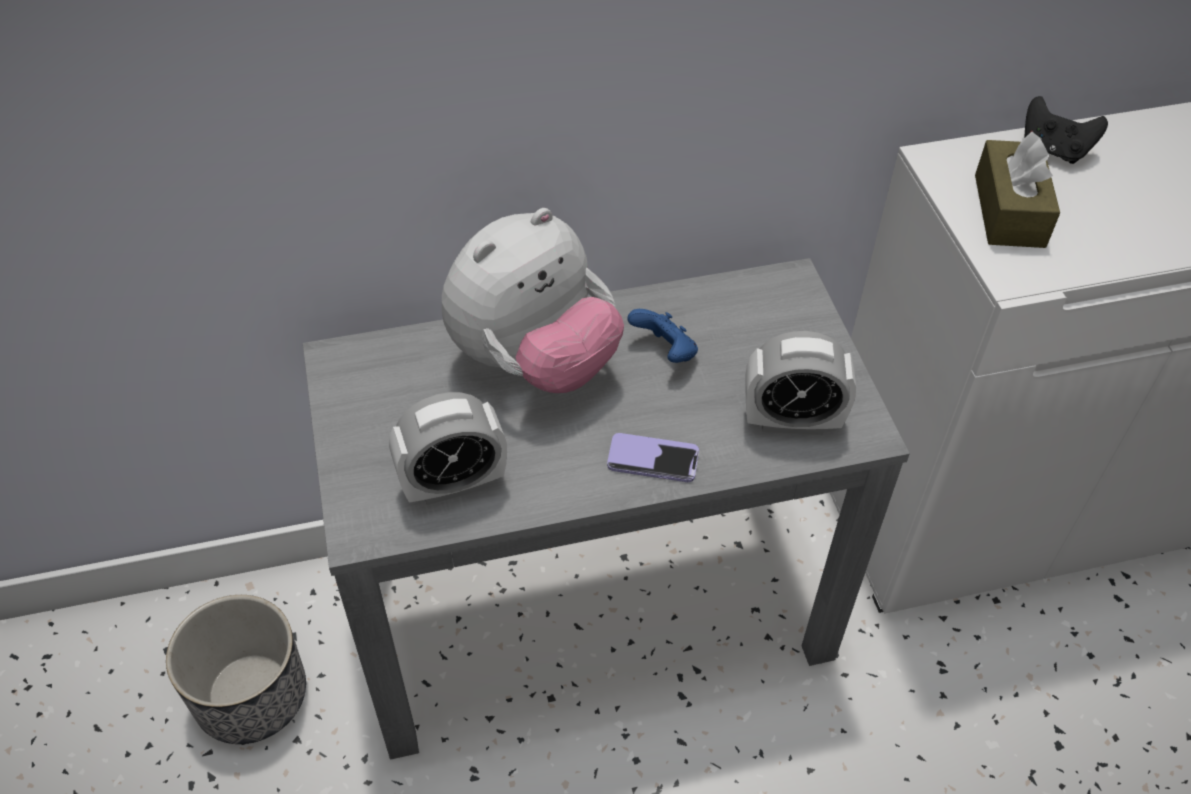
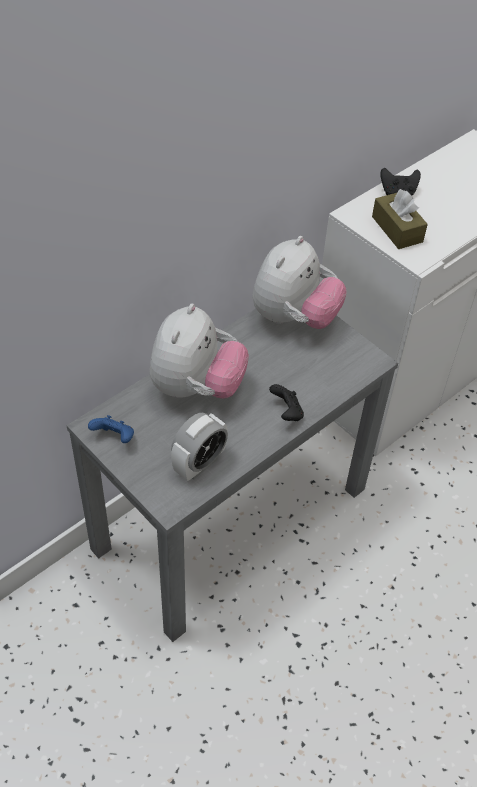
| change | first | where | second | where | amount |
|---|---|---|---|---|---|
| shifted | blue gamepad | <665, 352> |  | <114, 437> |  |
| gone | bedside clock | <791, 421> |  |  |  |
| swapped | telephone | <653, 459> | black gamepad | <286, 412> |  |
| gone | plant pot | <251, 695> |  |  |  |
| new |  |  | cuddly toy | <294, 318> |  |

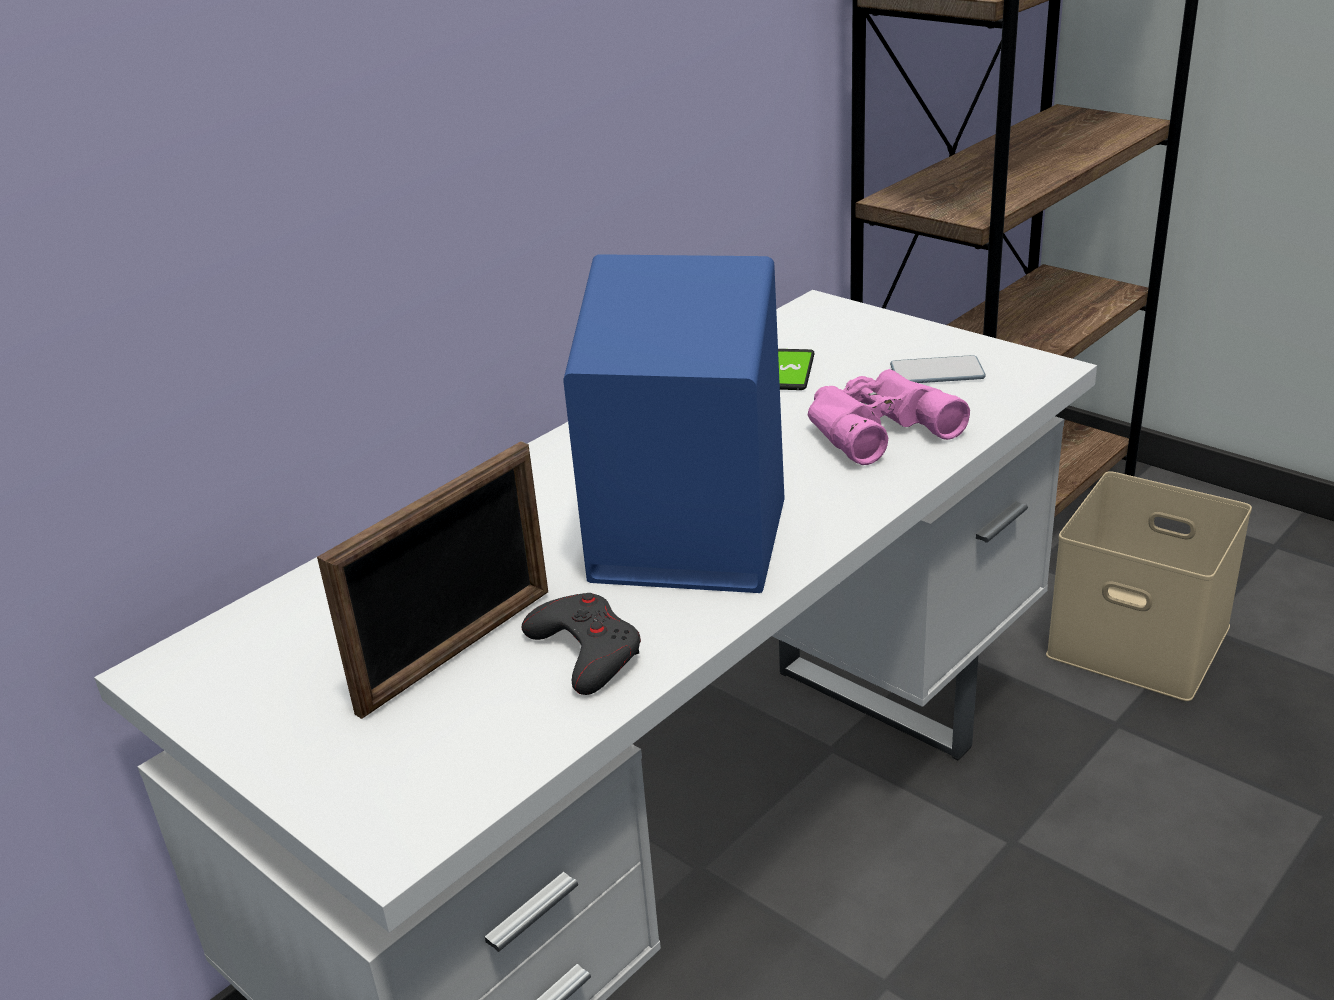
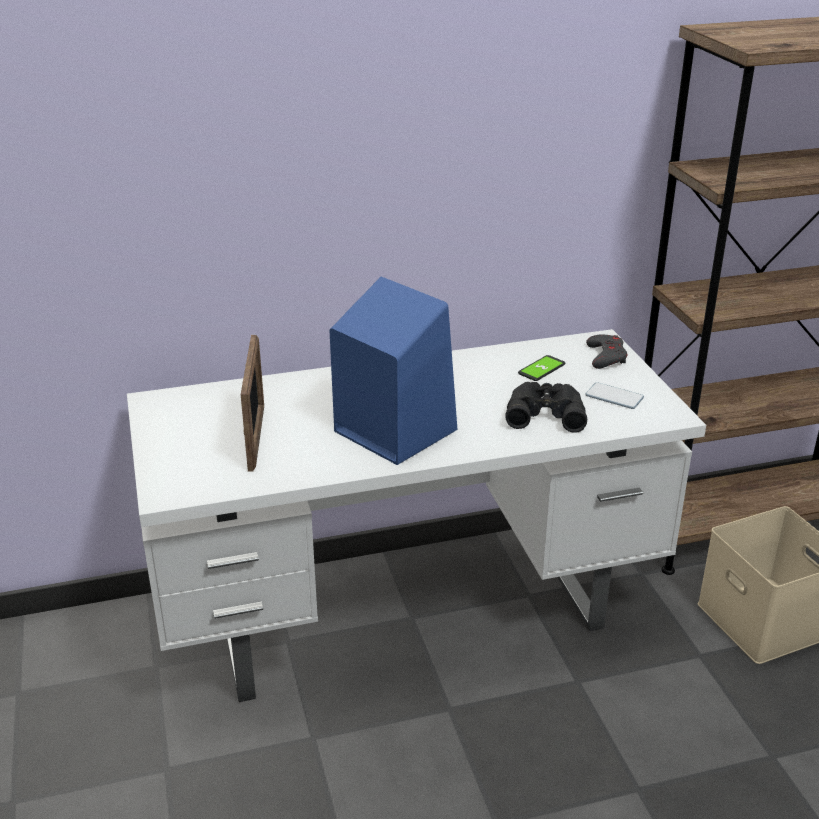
| change | first | where | second | where | amount |
|---|---|---|---|---|---|
| repainted | pink-coloured field glasses | <874, 426> | black field glasses | <545, 412> |  |
| rotated | photo frame | <458, 650> |  | <256, 437> | 75 degrees counterclockwise |
| shifted | gray gamepad | <586, 650> |  | <606, 356> |  |

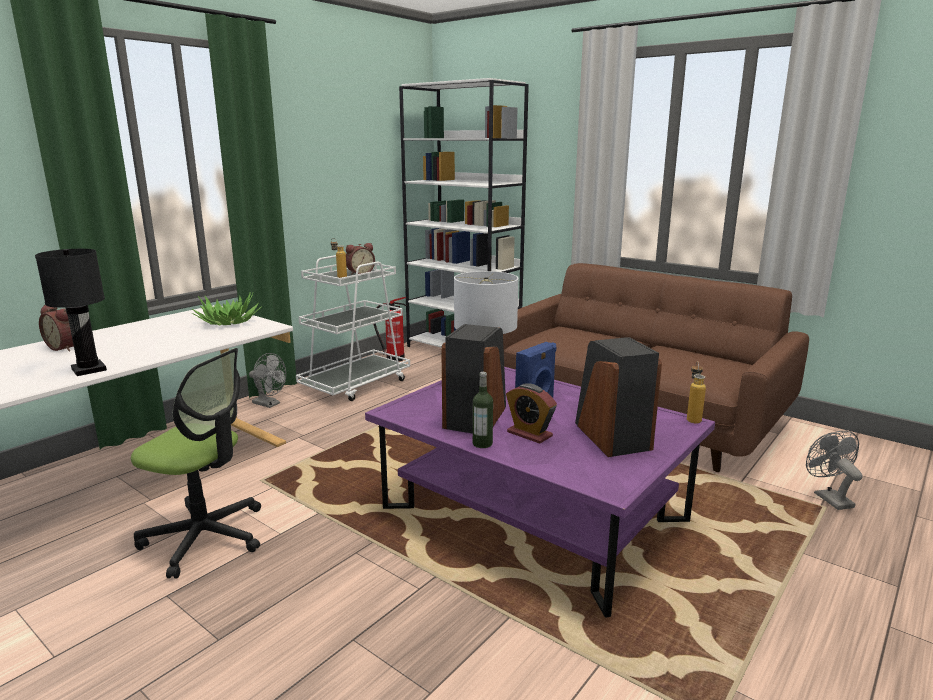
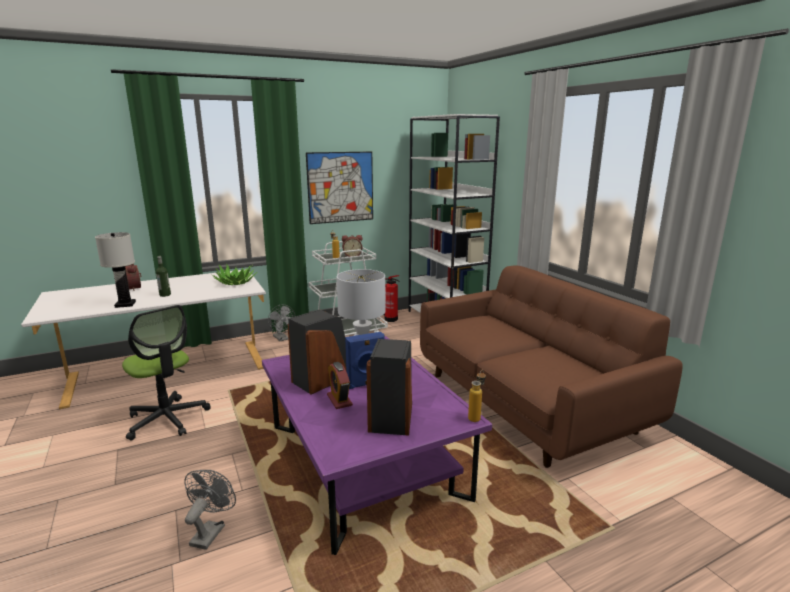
| change | first | where | second | where | amount |
|---|---|---|---|---|---|
| repainted | black tabletop lamp | <89, 369> | whitish tabletop lamp | <125, 304> |  |
| shifted | bottle | <482, 444> |  | <165, 295> |  |
| shifted | gray cooling fan | <828, 497> |  | <210, 531> |  |
| new |  |  | wall picture | <340, 187> |  |

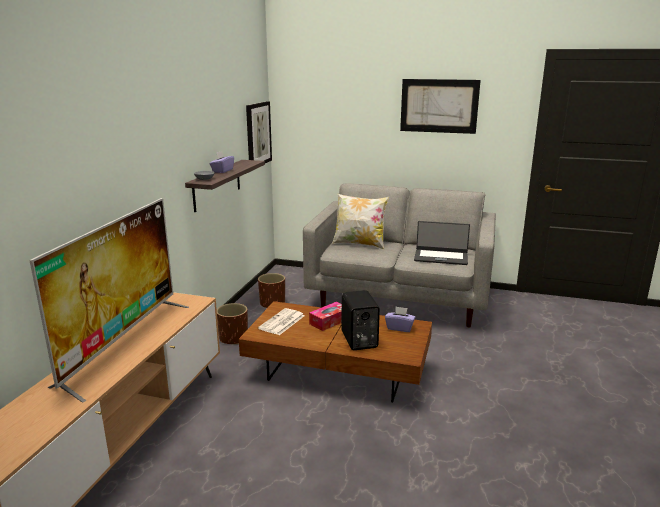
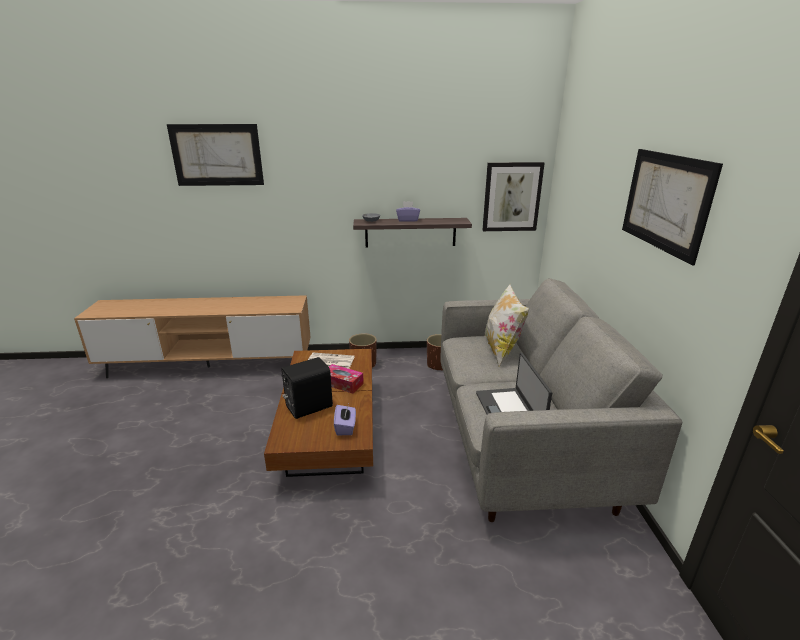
| change | first | where | second | where | amount |
|---|---|---|---|---|---|
| gone | TV | <123, 344> |  |  |  |
| new |  |  | wall picture | <217, 155> |  |

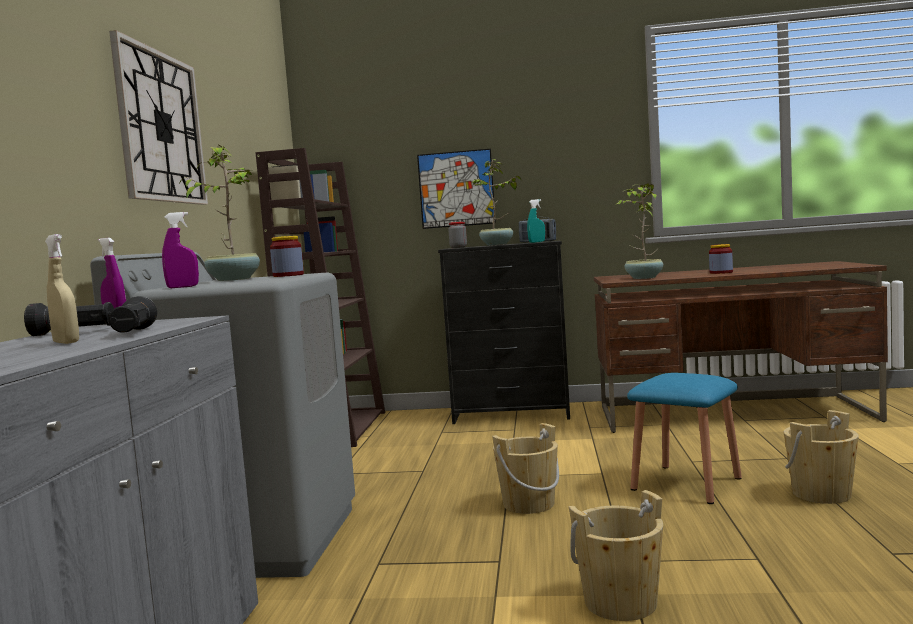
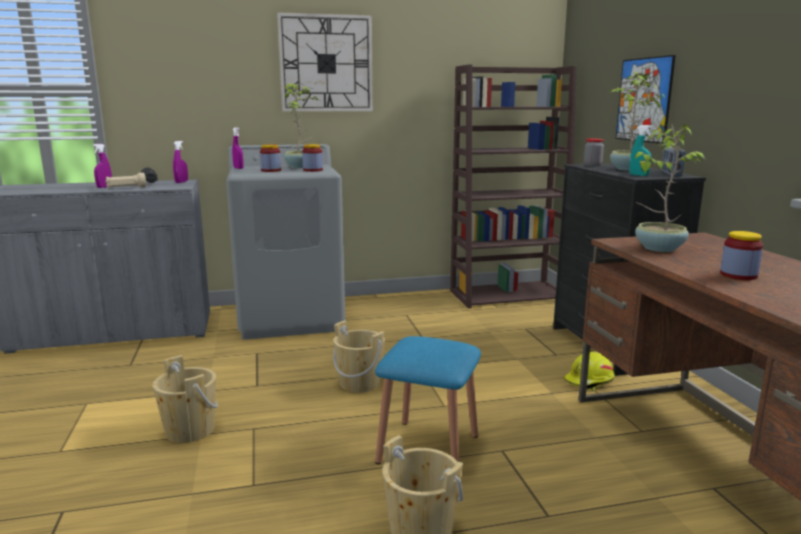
| change | first | where | second | where | amount |
|---|---|---|---|---|---|
| repainted | beige spray bottle | <66, 342> | purplish spray bottle | <104, 187> |  |
| repainted | black torch | <133, 332> | beige torch | <126, 188> |  |
| new |  |  | preserve jar | <271, 170> |  |
| new |  |  | yellowish work helmet | <589, 381> |  |

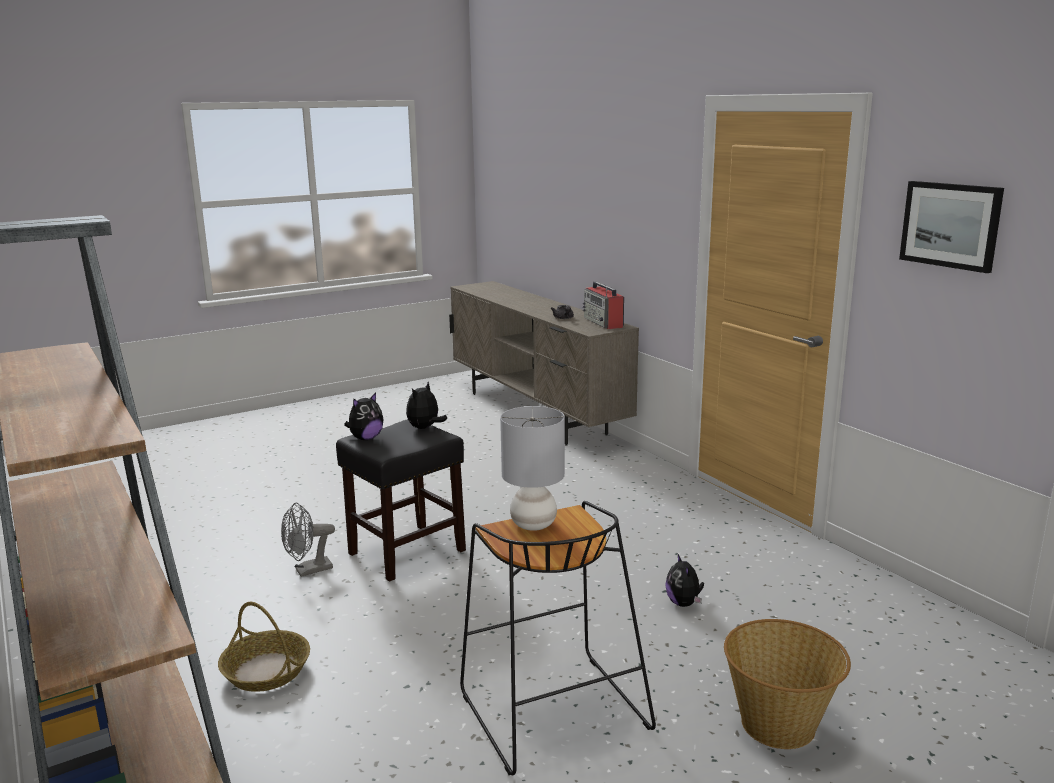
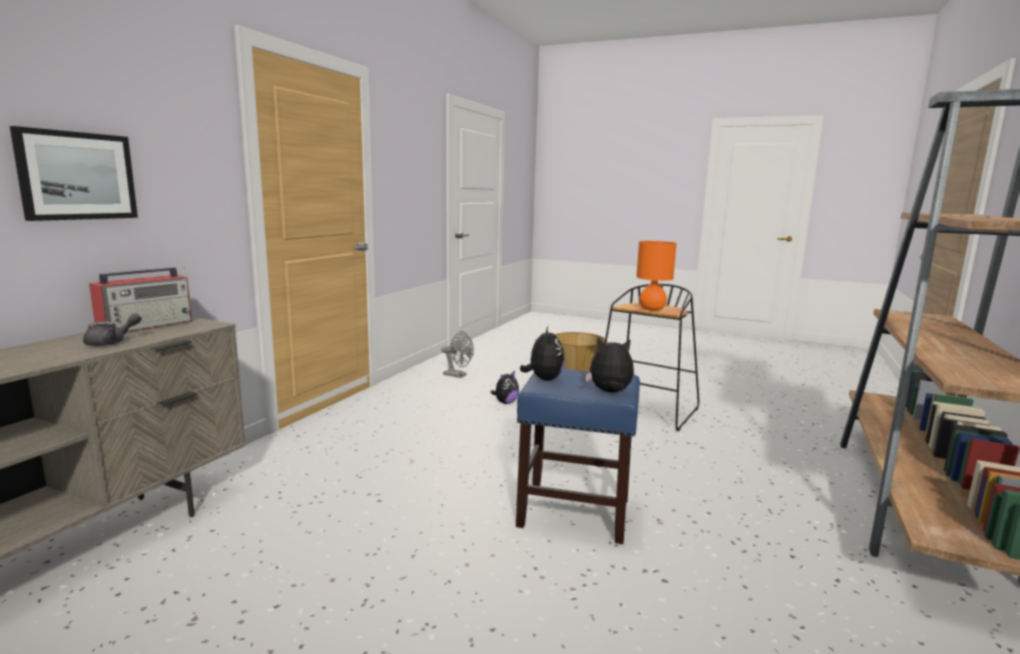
| change | first | where | second | where | amount |
|---|---|---|---|---|---|
| shifted | wall picture | <950, 225> |  | <77, 176> |  |
| rotated | cuddly toy | <425, 428> |  | <543, 379> | 90 degrees counterclockwise |
| repainted | gray tabletop lamp | <534, 524> | orange tabletop lamp | <651, 309> |  |
| repainted | black stool | <406, 552> | blue stool | <576, 512> |  |
| shifted | gray cooling fan | <308, 571> |  | <458, 375> |  |
| gone | household basket | <266, 671> |  |  |  |

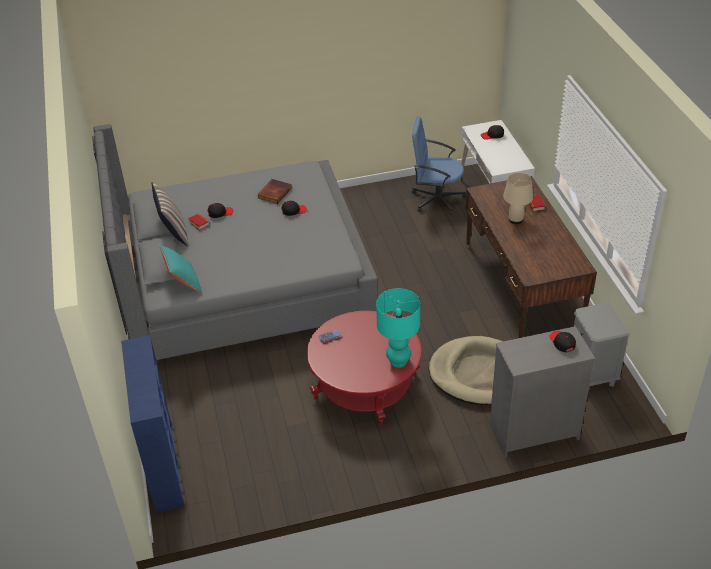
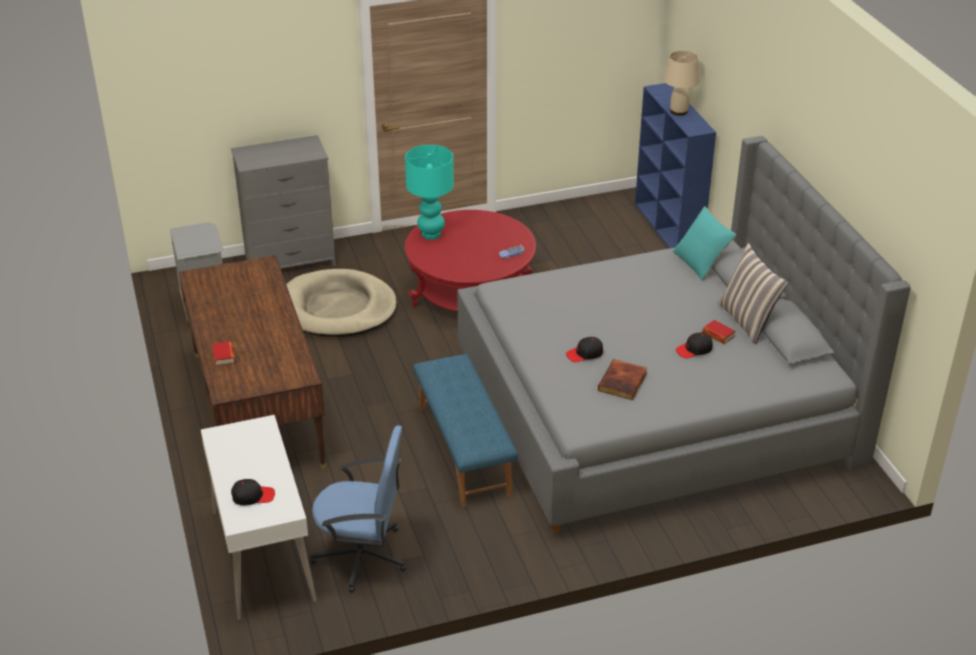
| change | first | where | second | where | amount |
|---|---|---|---|---|---|
| shifted | beige tabletop lamp | <516, 219> |  | <678, 111> |  |
| gone | black baseball cap | <562, 342> |  |  |  |
| new |  |  | blue bench | <465, 450> |  |

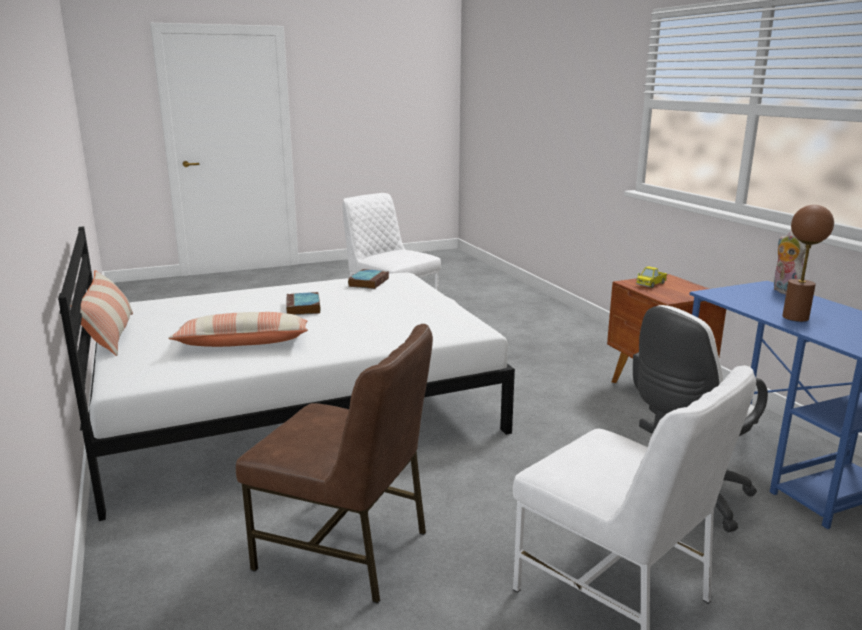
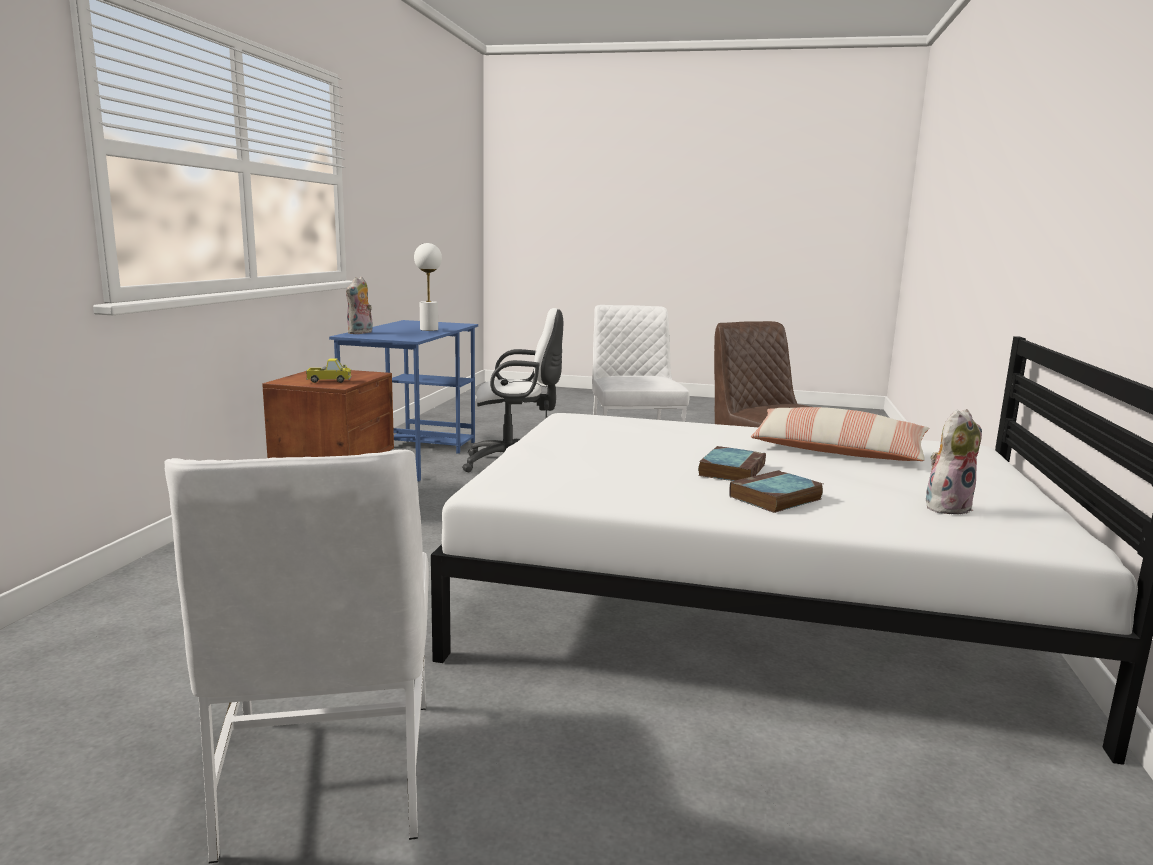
| change | first | where | second | where | amount |
|---|---|---|---|---|---|
| repainted | brown tabletop lamp | <795, 317> | whitish tabletop lamp | <429, 329> |  |
| shifted | volume | <368, 282> |  | <775, 498> |  |
| gone | throw pillow | <110, 334> |  |  |  |
| new |  |  | cuddly toy | <946, 506> |  |

